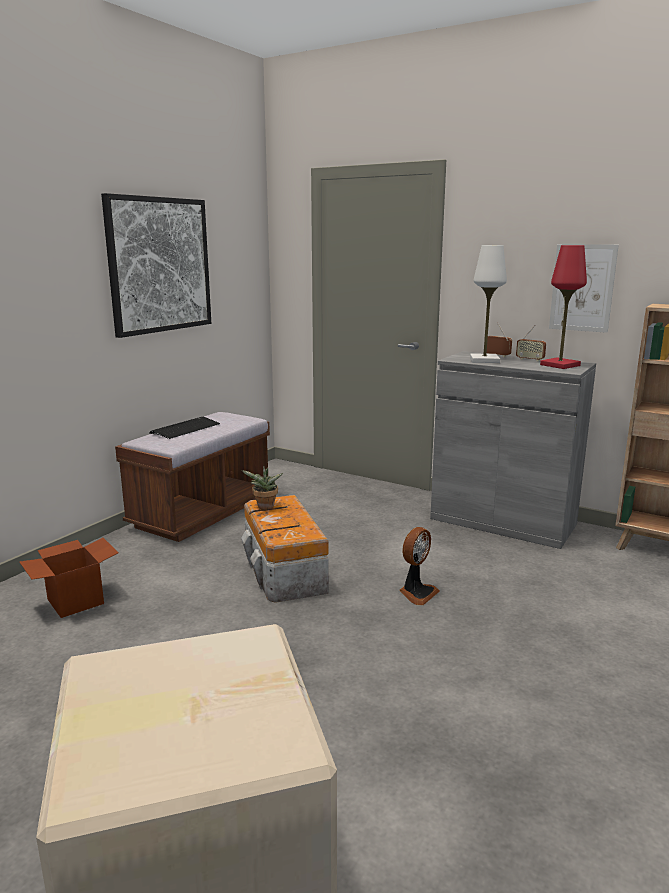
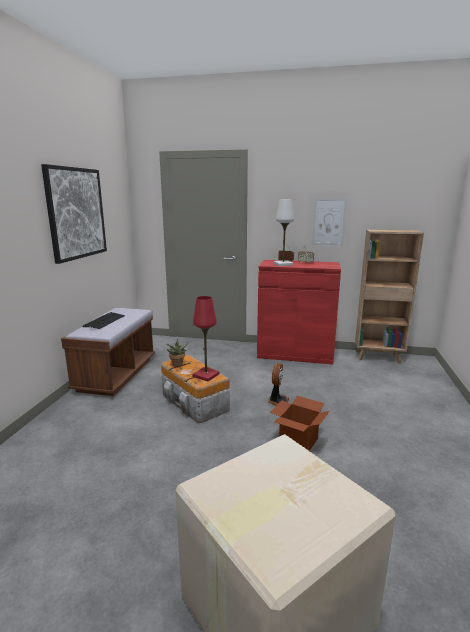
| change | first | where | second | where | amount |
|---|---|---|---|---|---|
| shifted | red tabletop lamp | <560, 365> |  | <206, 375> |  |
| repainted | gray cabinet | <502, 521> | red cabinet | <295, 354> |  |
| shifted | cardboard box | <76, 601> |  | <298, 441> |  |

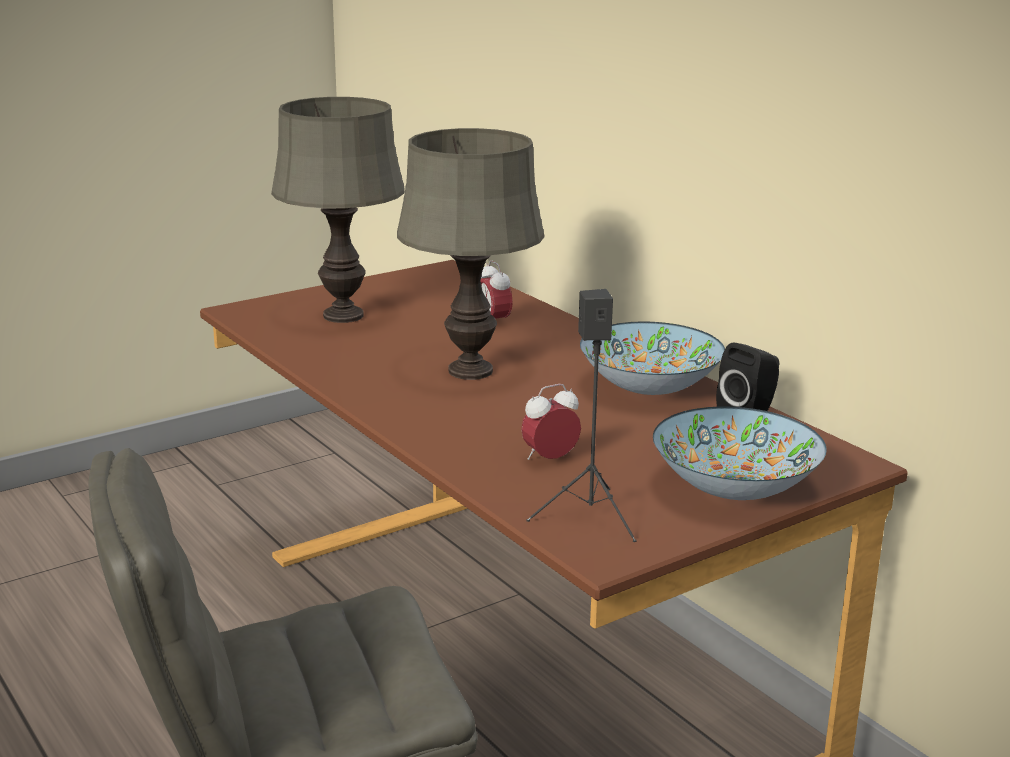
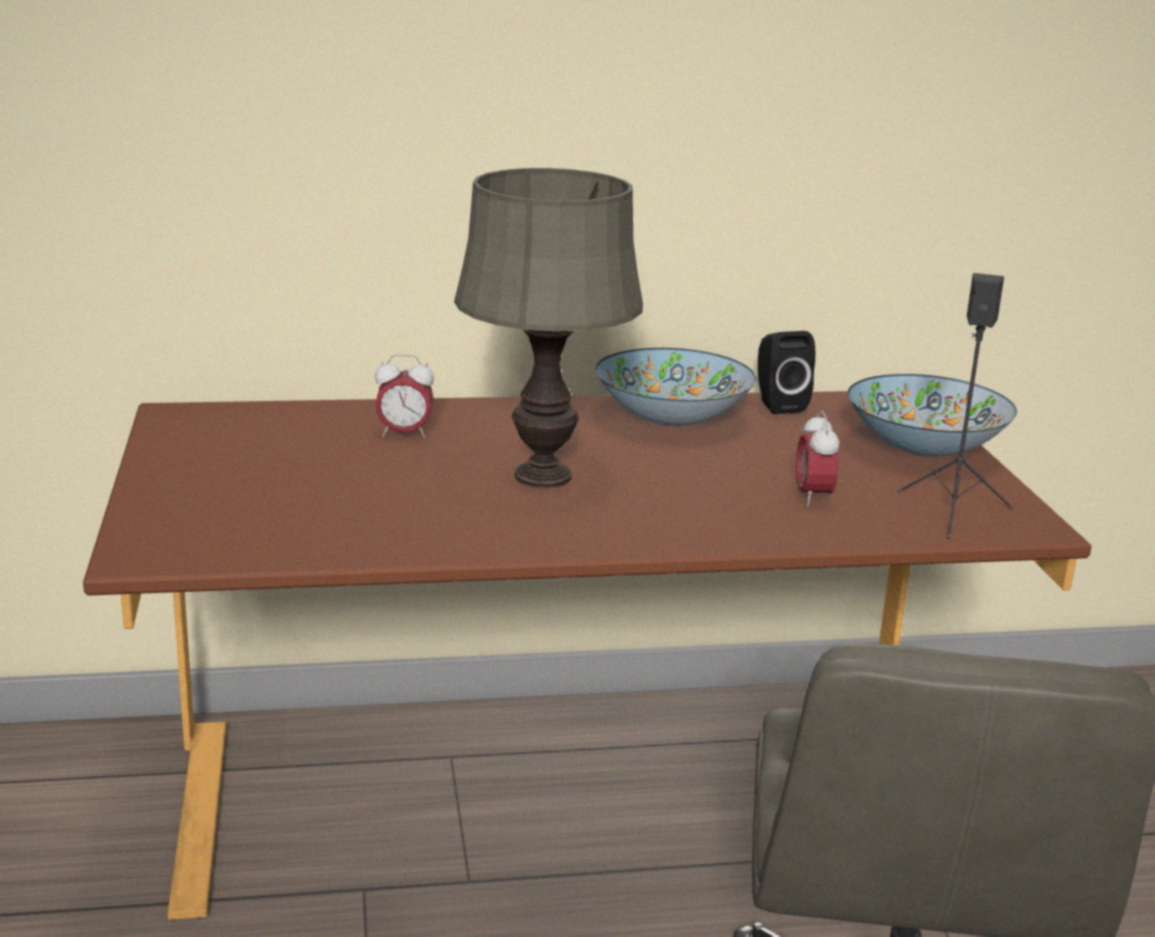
| change | first | where | second | where | amount |
|---|---|---|---|---|---|
| gone | gray tabletop lamp | <344, 315> |  |  |  |

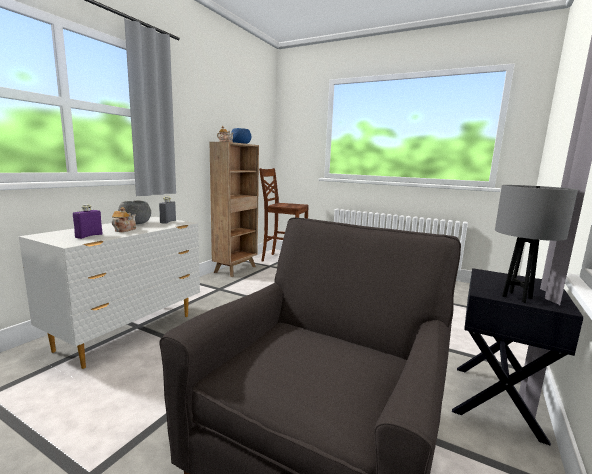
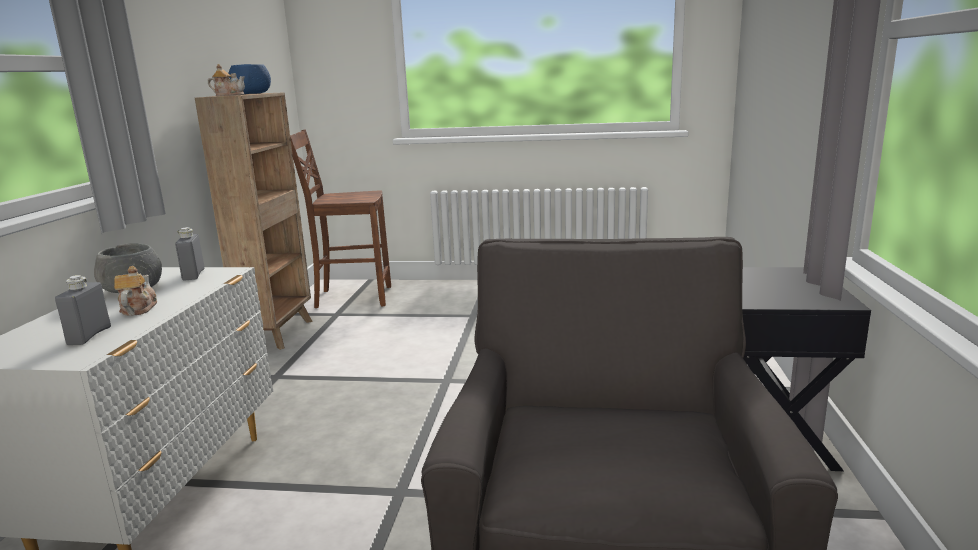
| change | first | where | second | where | amount |
|---|---|---|---|---|---|
| gone | gray tabletop lamp | <517, 297> |  |  |  |
| repainted | purplish bottle | <89, 236> | gray bottle | <89, 336> |  |

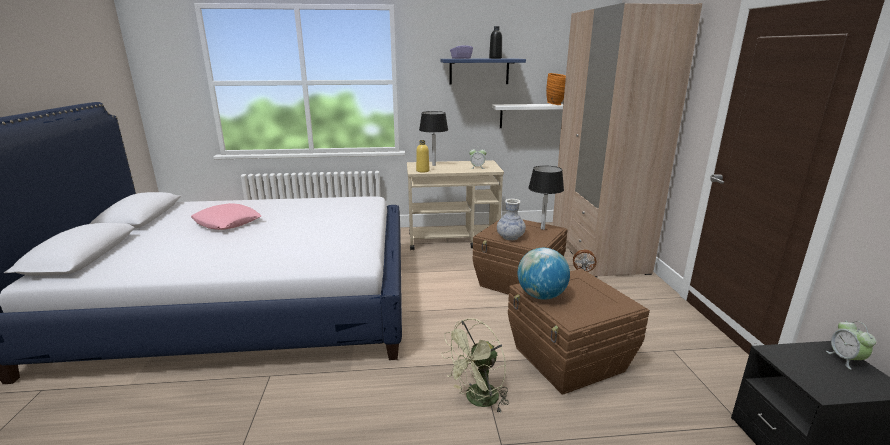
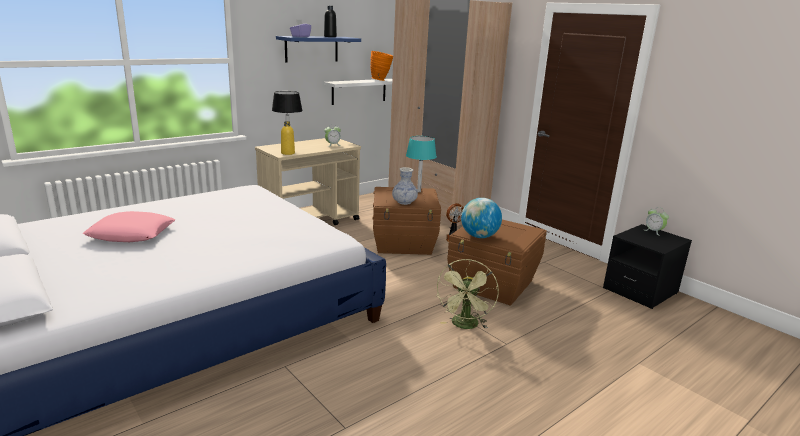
| change | first | where | second | where | amount |
|---|---|---|---|---|---|
| repainted | black tabletop lamp | <542, 228> | turquoise-coloured tabletop lamp | <419, 191> |  |

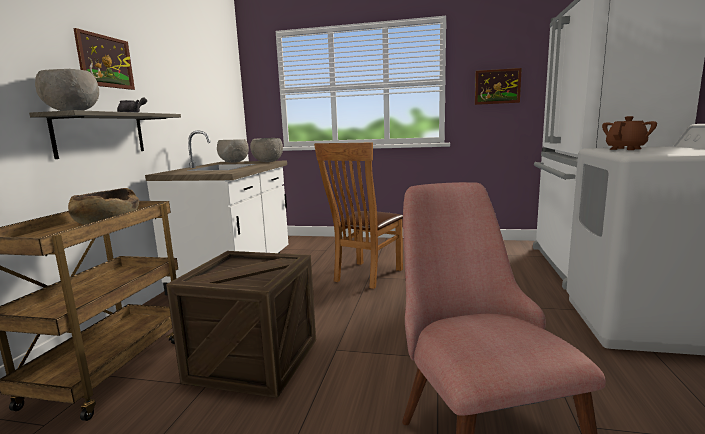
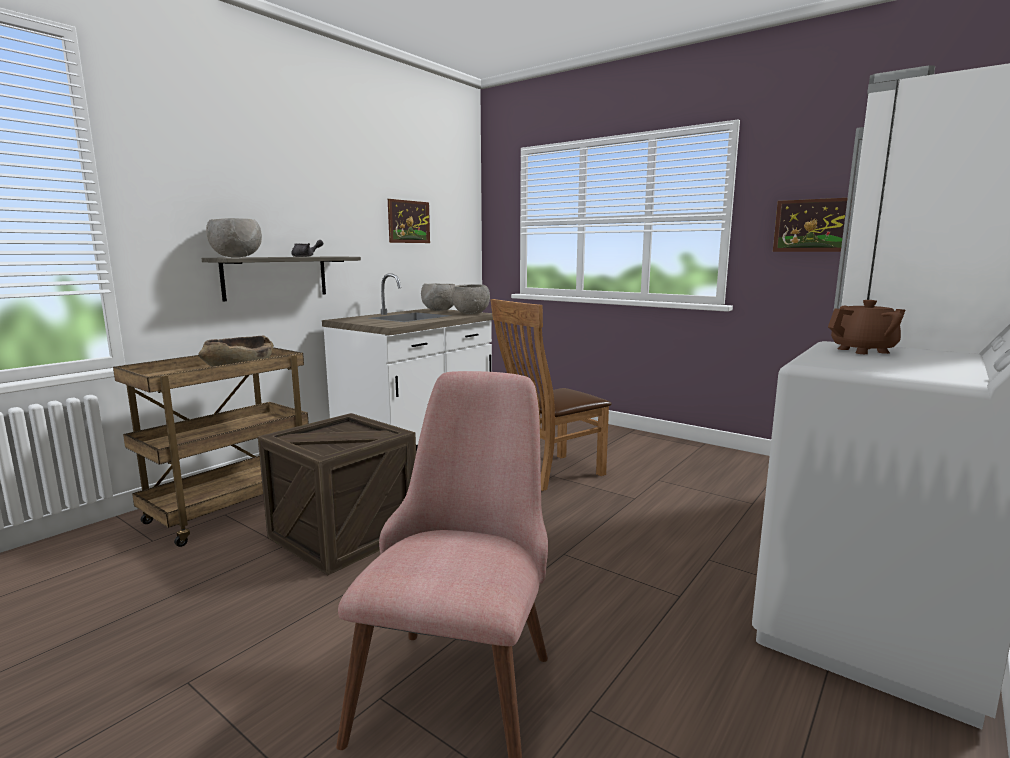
| change | first | where | second | where | amount |
|---|---|---|---|---|---|
| shifted | wall picture | <105, 61> |  | <408, 222> |  |

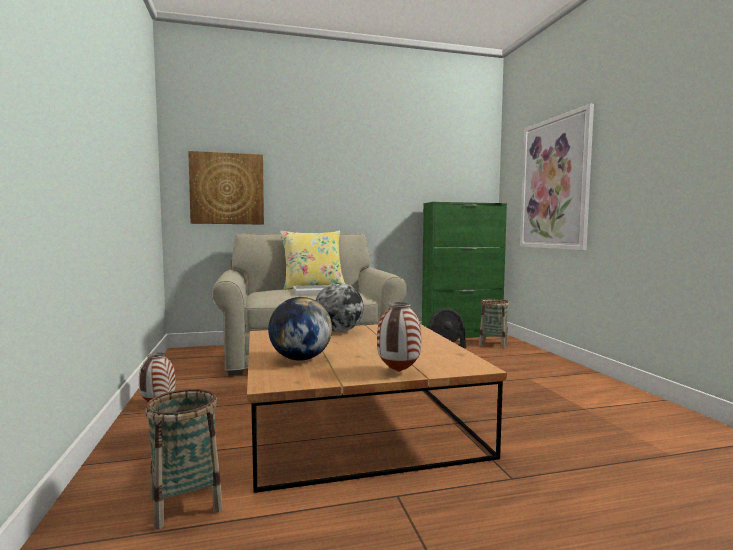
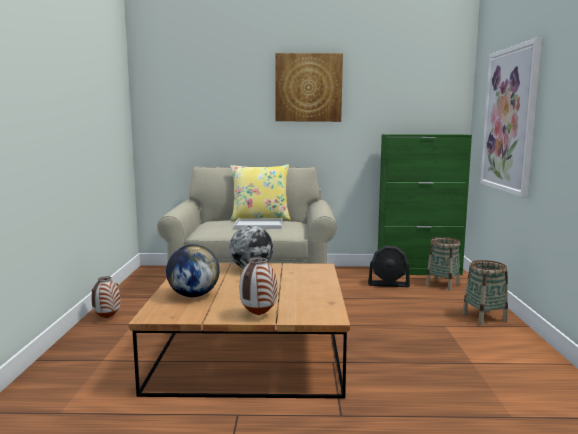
| change | first | where | second | where | amount |
|---|---|---|---|---|---|
| shifted | wall picture | <227, 189> |  | <308, 88> |  |
| shifted | household basket | <185, 503> |  | <484, 318> |  |

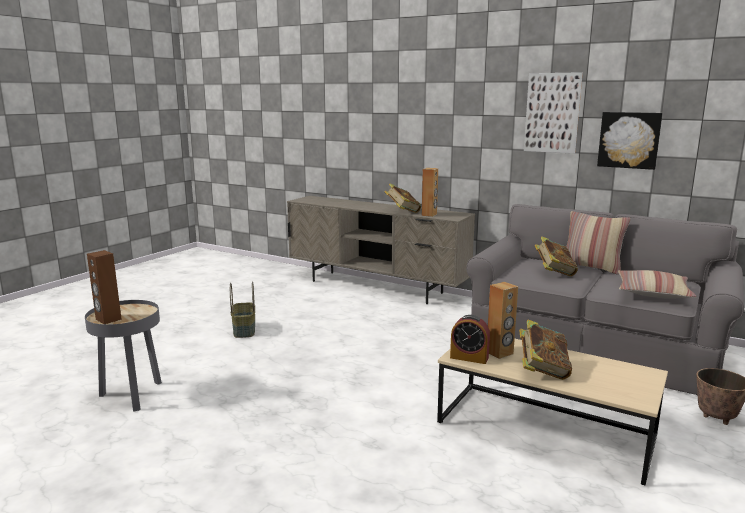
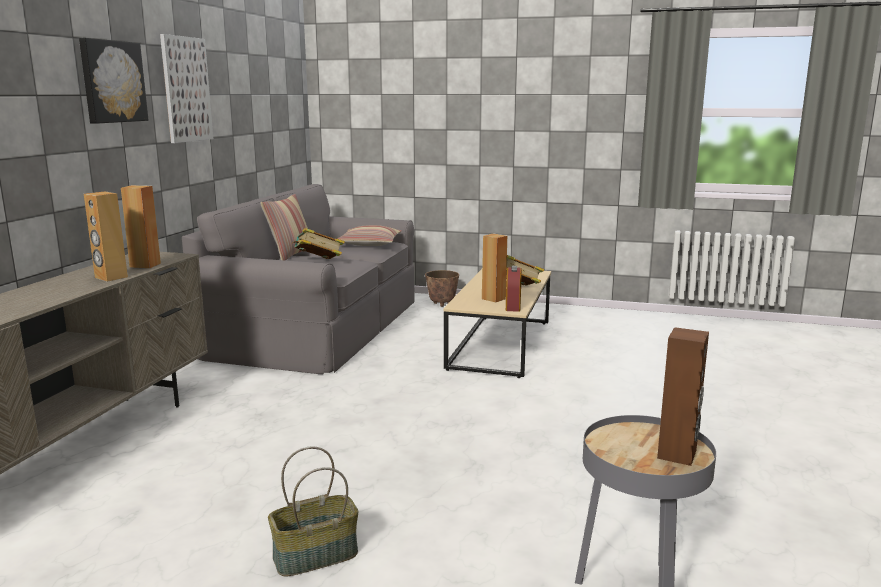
| change | first | where | second | where | amount |
|---|---|---|---|---|---|
| shifted | wall picture | <629, 140> |  | <112, 81> |  |
| swapped | volume | <402, 212> | brown speaker | <110, 277> |  |

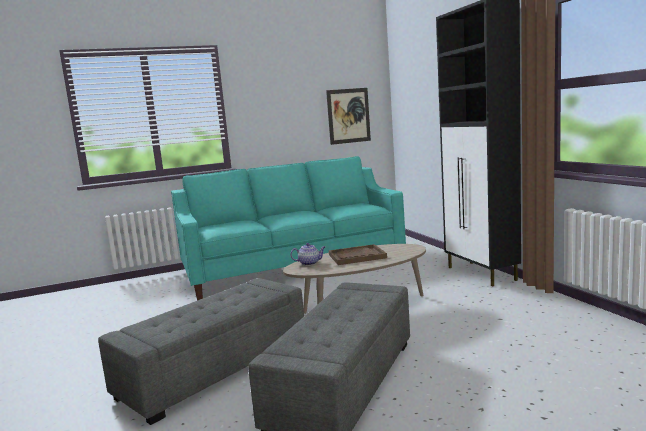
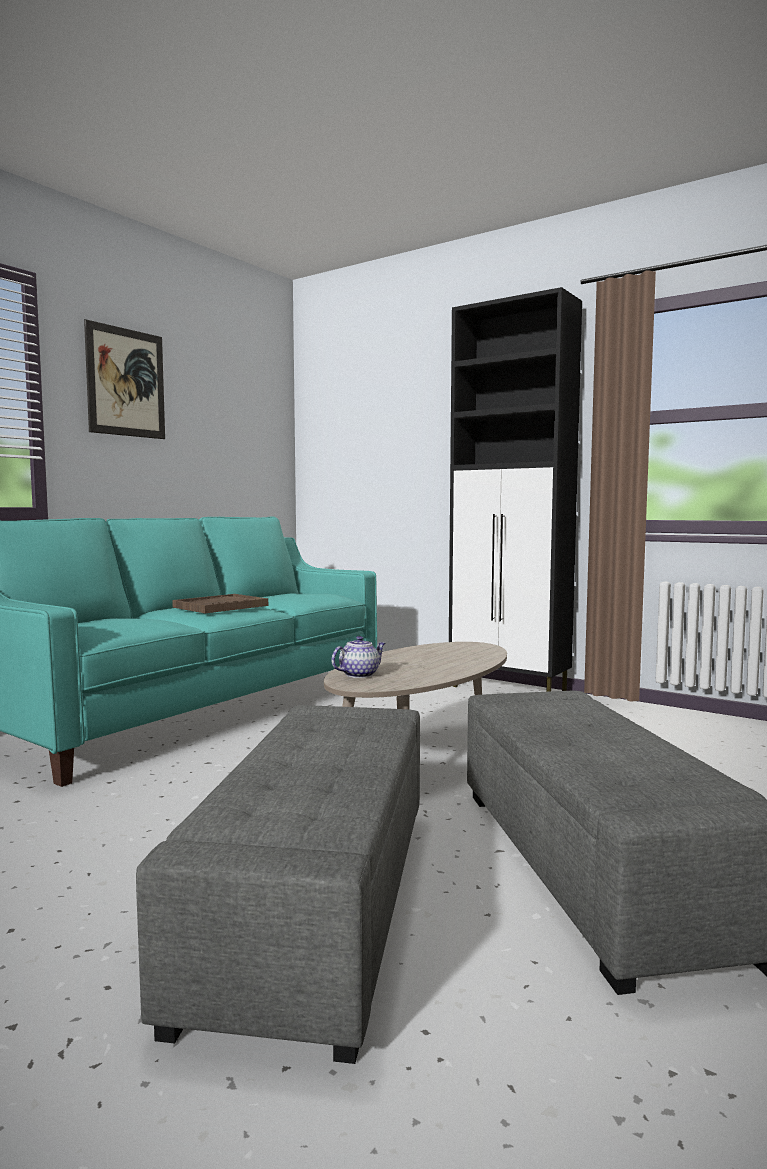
| change | first | where | second | where | amount |
|---|---|---|---|---|---|
| shifted | wall picture | <348, 116> |  | <126, 382> |  |
| shifted | brown tray | <357, 256> |  | <220, 606> |  |

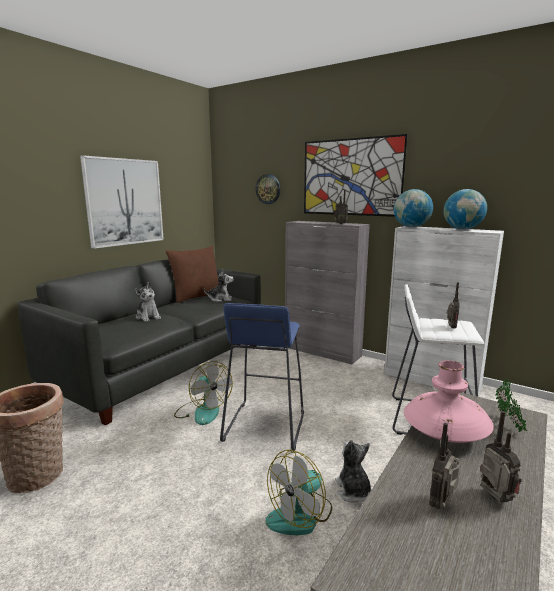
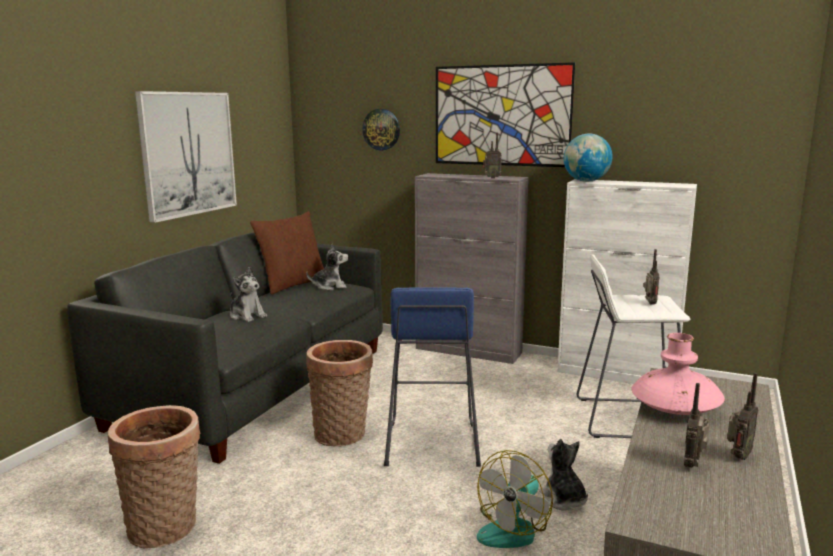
| change | first | where | second | where | amount |
|---|---|---|---|---|---|
| gone | desk globe | <462, 229> |  |  |  |
| swapped | cooling fan | <202, 411> | household basket | <343, 435> |  |
| gone | potted plant | <507, 426> |  |  |  |
| rotated | radio | <493, 499> |  | <737, 457> | 75 degrees clockwise |

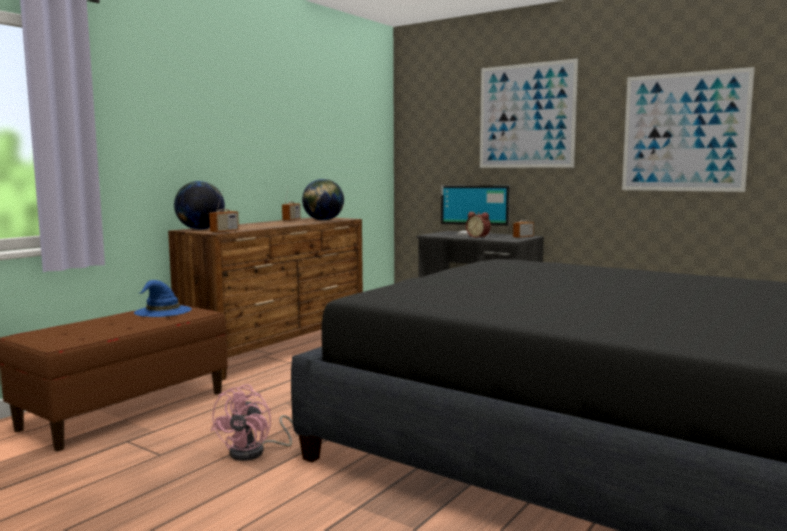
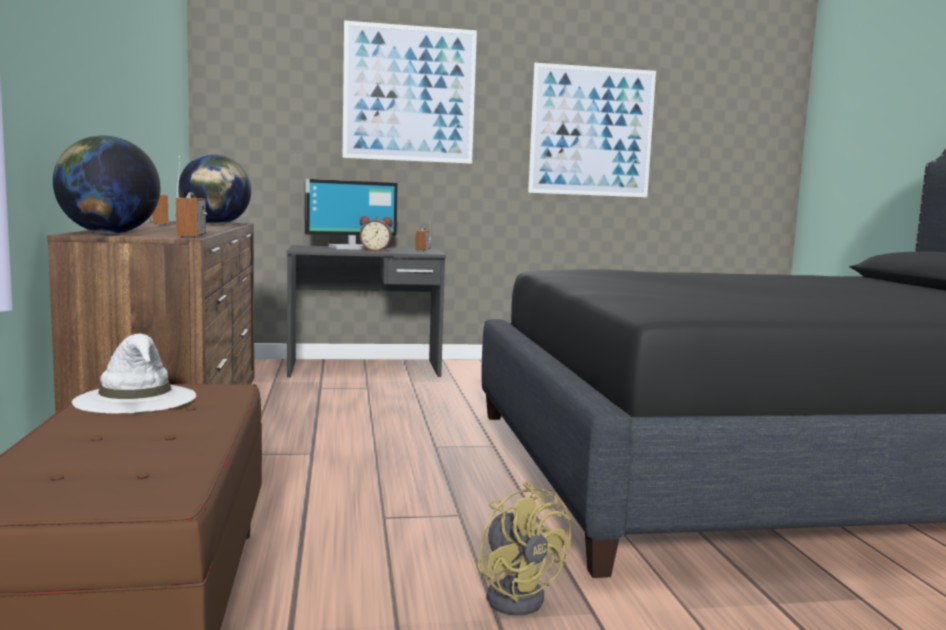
| change | first | where | second | where | amount |
|---|---|---|---|---|---|
| repainted | blue wearable hat | <162, 311> | whitish wearable hat | <136, 399> |  |
| repainted | pink-coloured cooling fan | <255, 452> | yellowish cooling fan | <518, 595> |  |

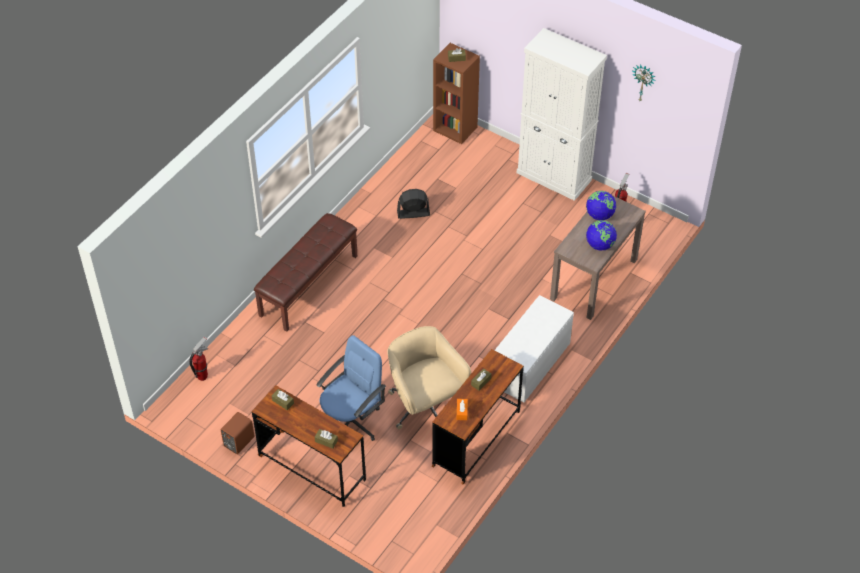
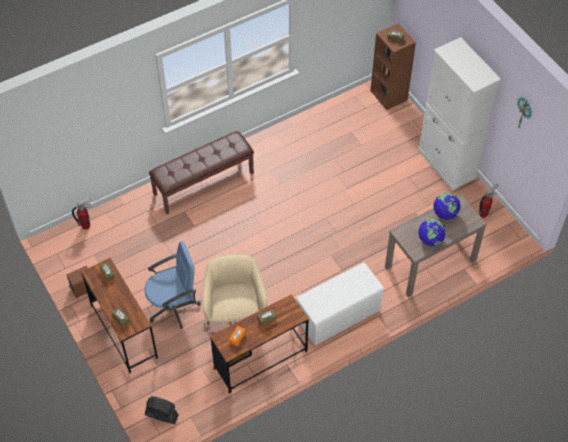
| change | first | where | second | where | amount |
|---|---|---|---|---|---|
| shifted | black cooling fan | <413, 213> |  | <161, 415> |  |

